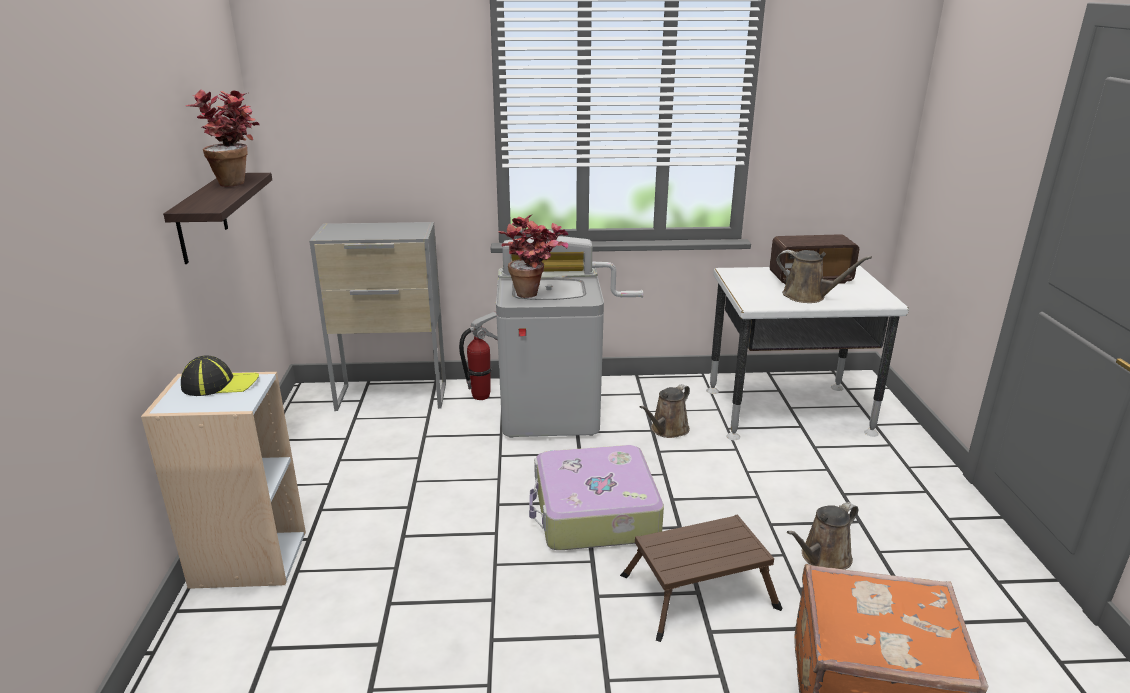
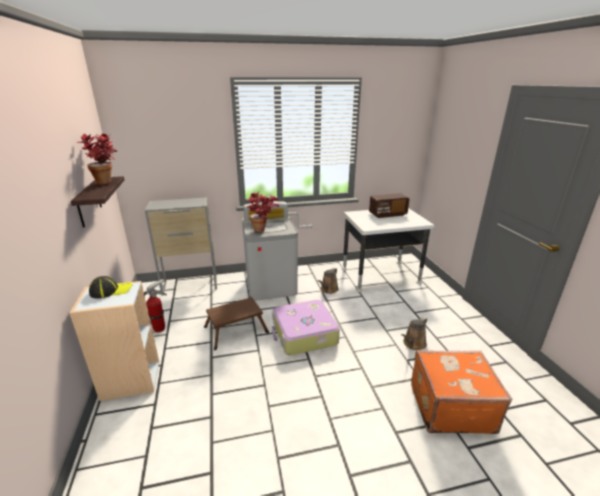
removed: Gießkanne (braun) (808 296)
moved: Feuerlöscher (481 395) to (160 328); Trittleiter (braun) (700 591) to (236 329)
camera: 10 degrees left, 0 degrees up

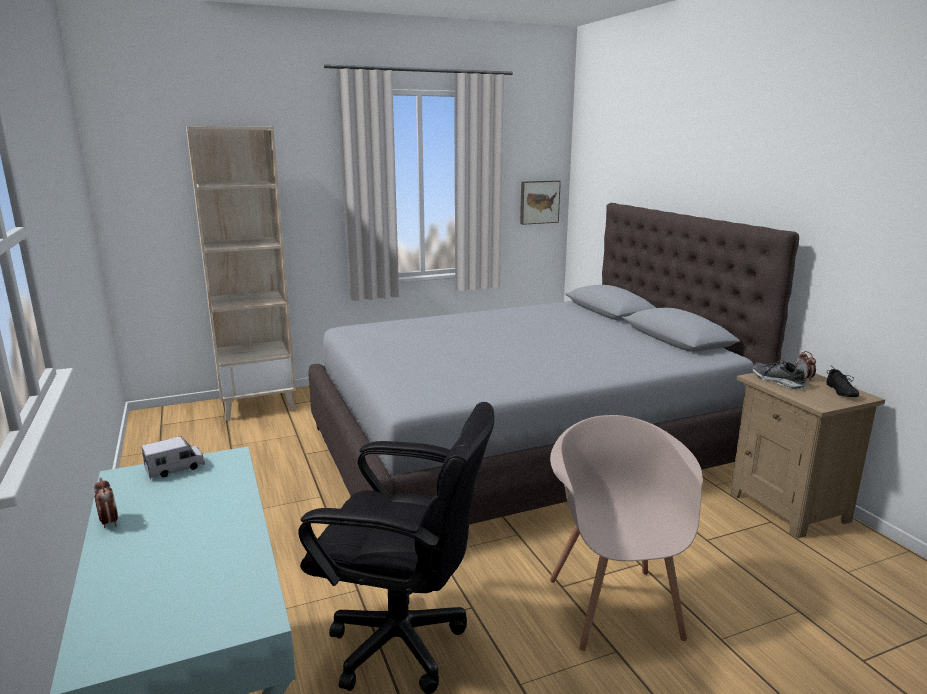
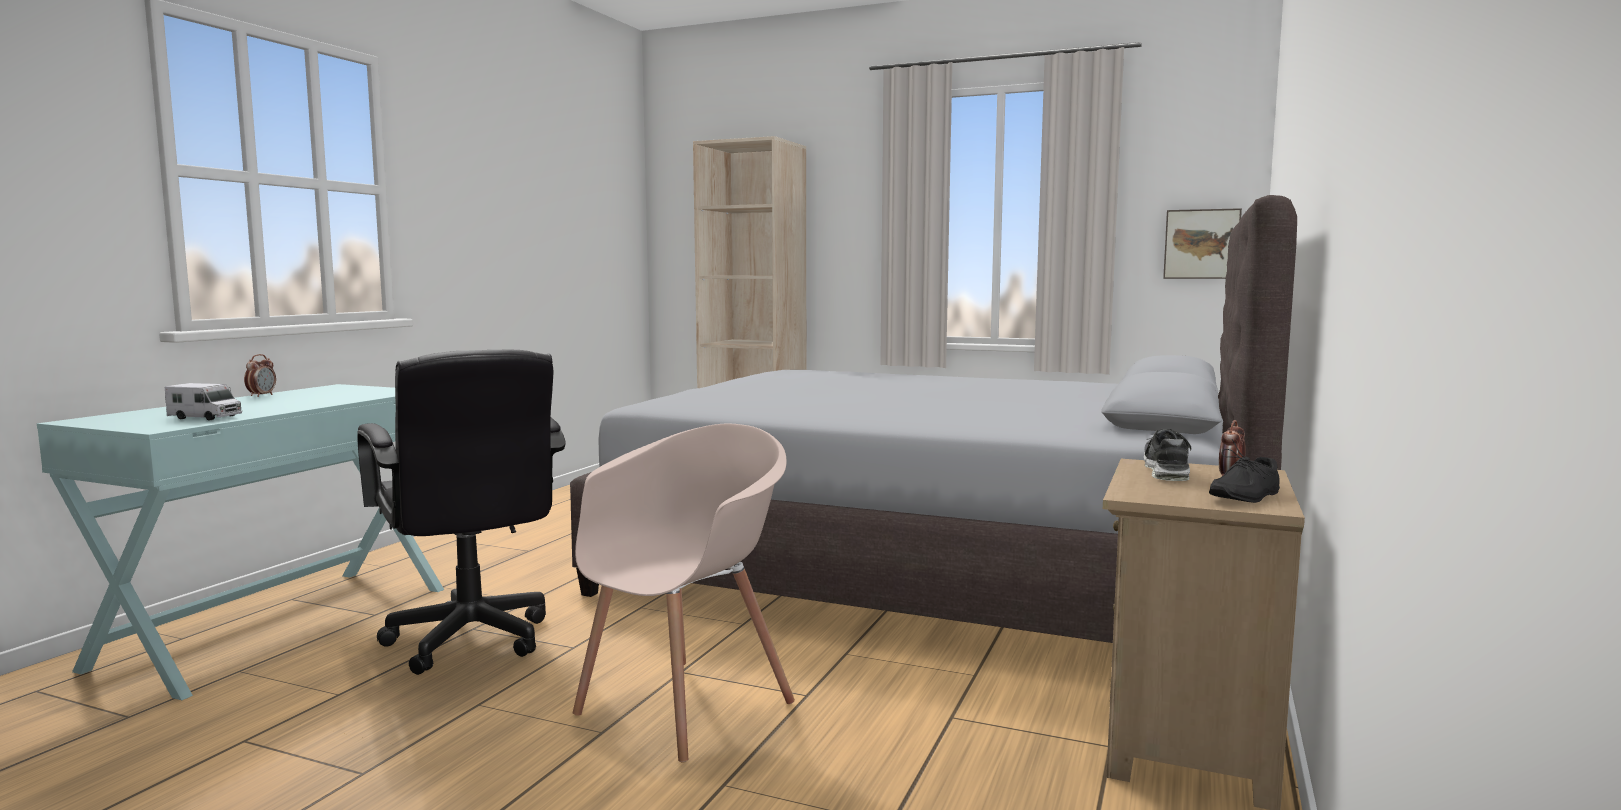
moved: Spielzeuglaster (175 468) to (205 417)
camera: 45 degrees right, 10 degrees down

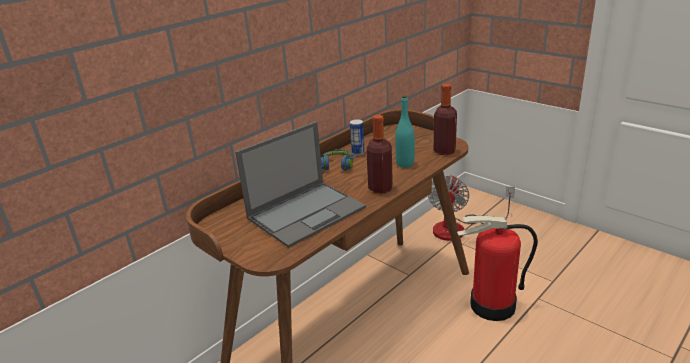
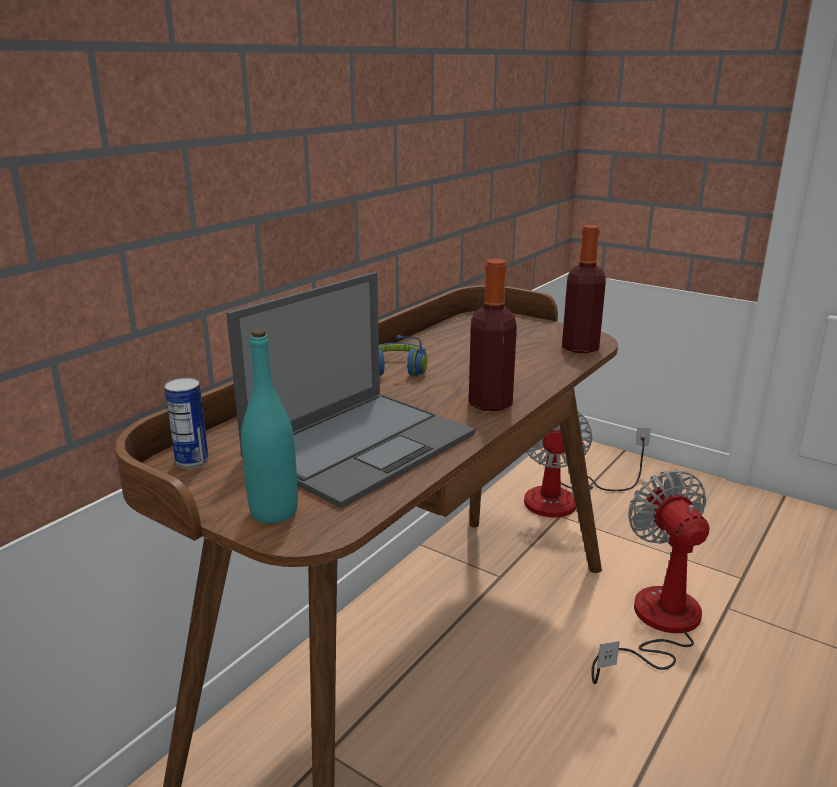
moved: Dose (358 153) to (192 462); Flasche (türkis) (405 164) to (274 512)
replaced: Feuerlöscher (492 306) to Ventilator (656 624)
camera: 10 degrees left, 5 degrees down

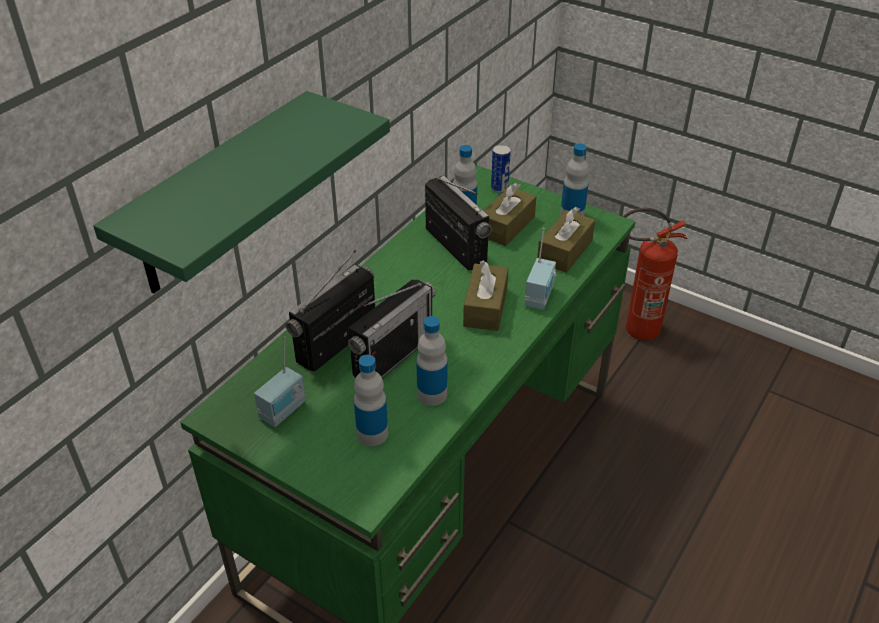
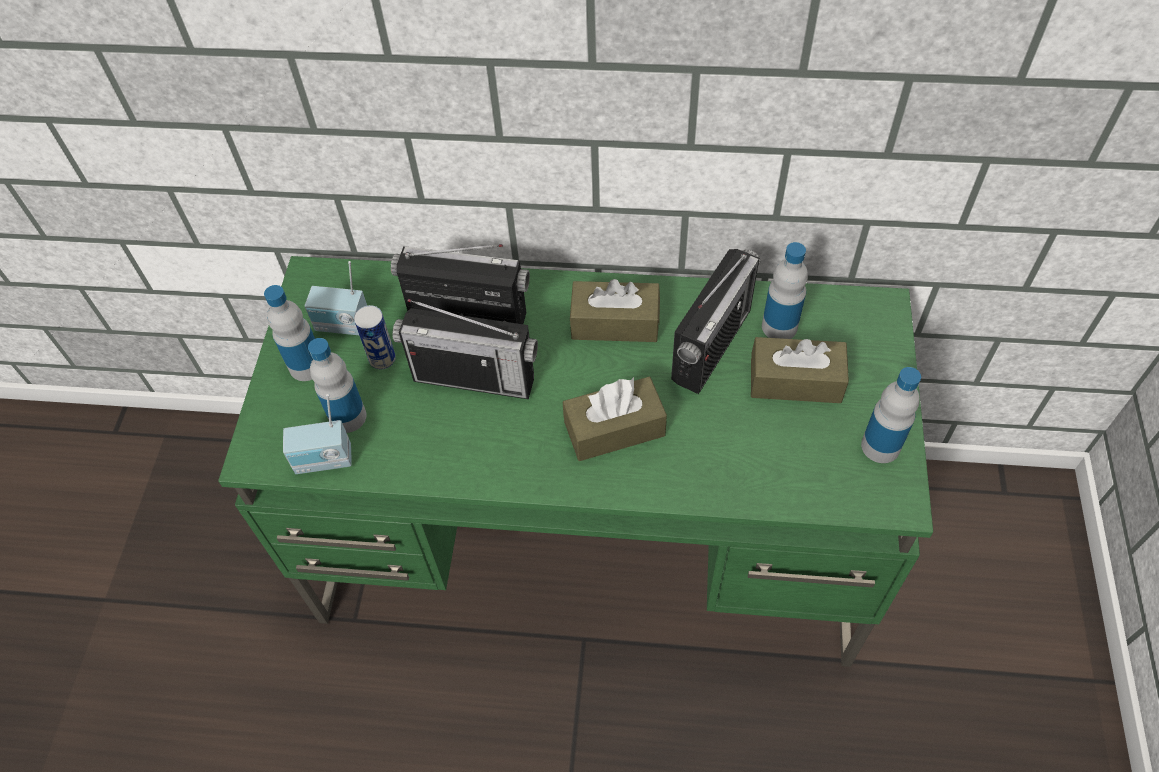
removed: Wandregal (grün) (219 195); Feuerlöscher (634 330)
moved: Flasche (432 394) to (307 366); Dose (499 188) to (382 359); Radio (540 297) to (324 462); Taschentuchbox (braun) (565 251) to (615 323)
camera: 65 degrees right, 15 degrees up

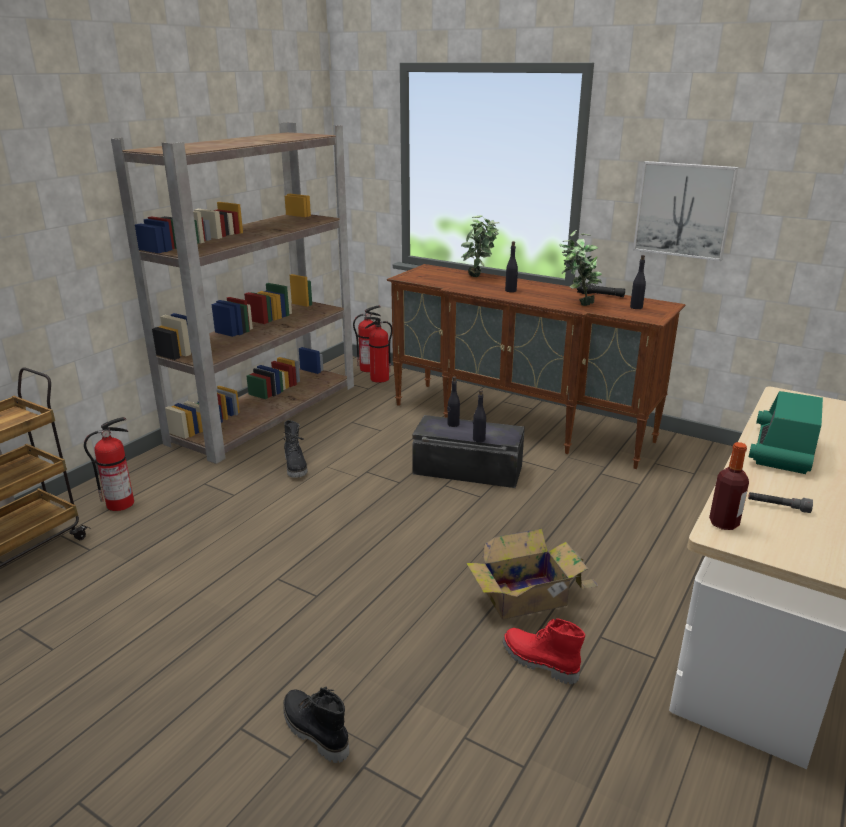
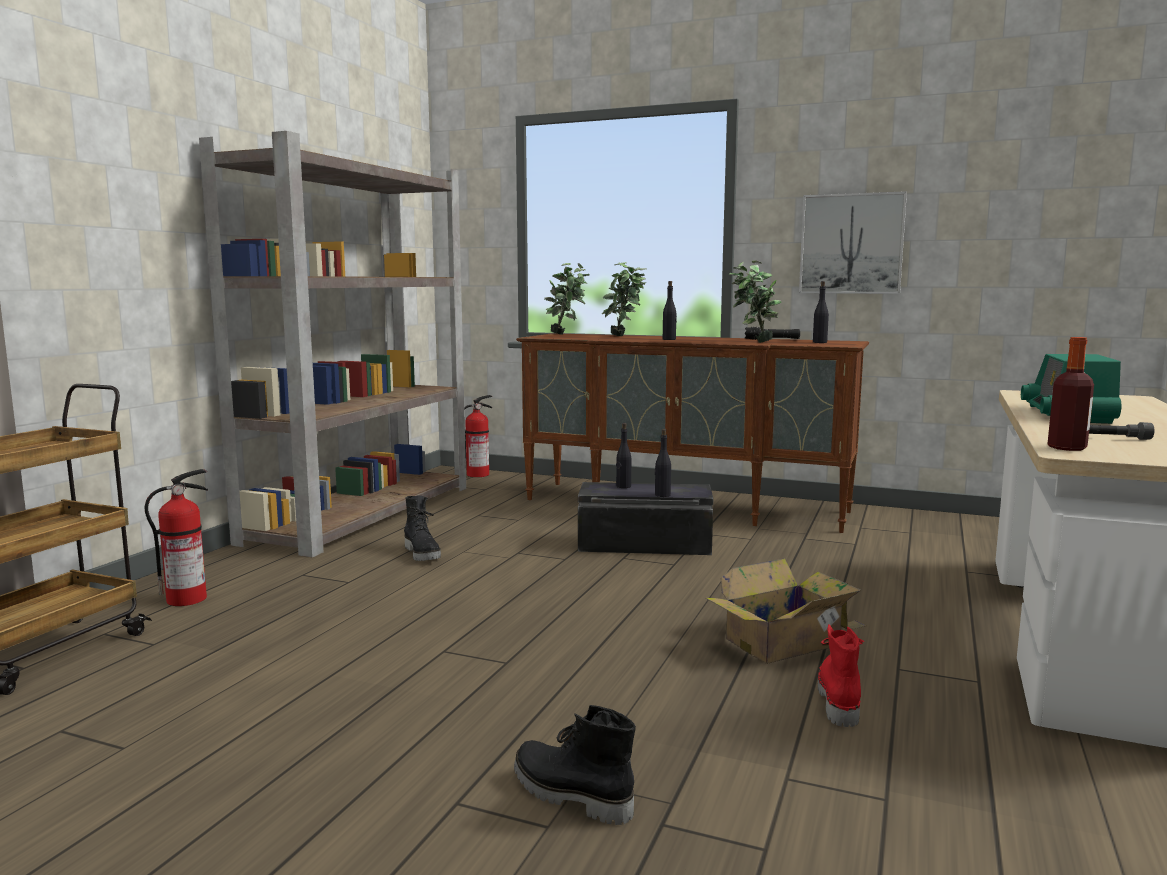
removed: Feuerlöscher (379 379)
added: Topfpflanze (566 334)
turned: Stiefel (rot) (538 662) = (838 698) 75 degrees clockwise
camera: 10 degrees left, 15 degrees down

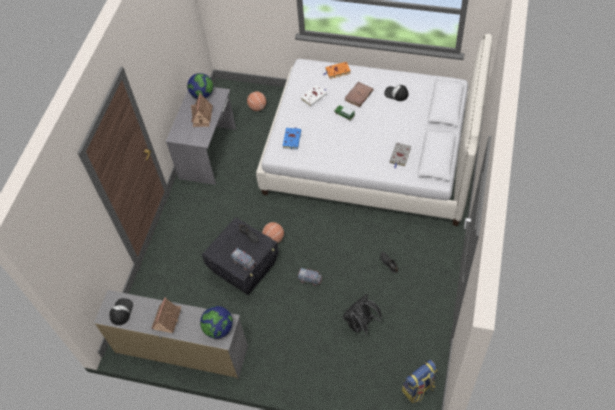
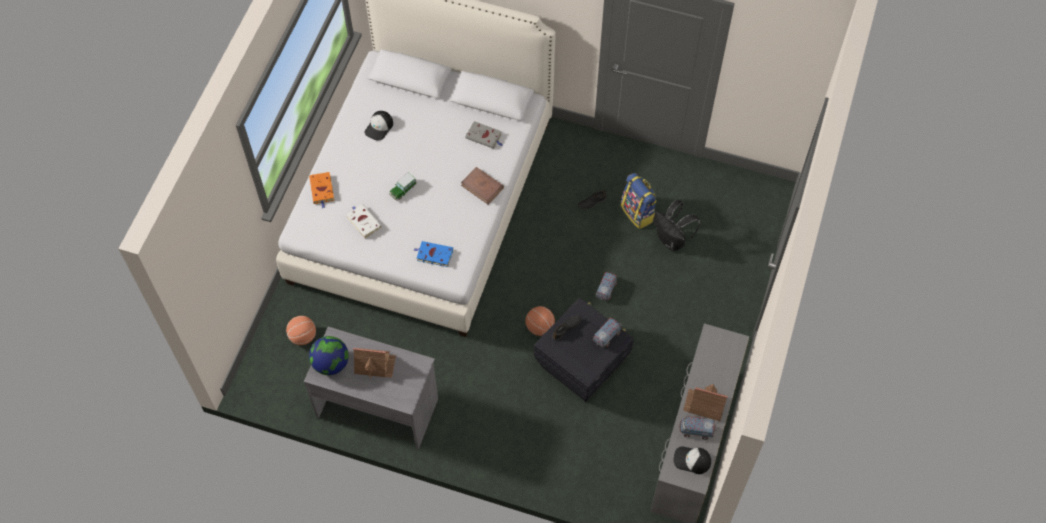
removed: Globus (219 328)
added: Spielzeuglaster (696 430)
moved: Buch (braun) (358 96) to (482 187); Rucksack (418 389) to (638 213)
camera: 90 degrees left, 5 degrees up

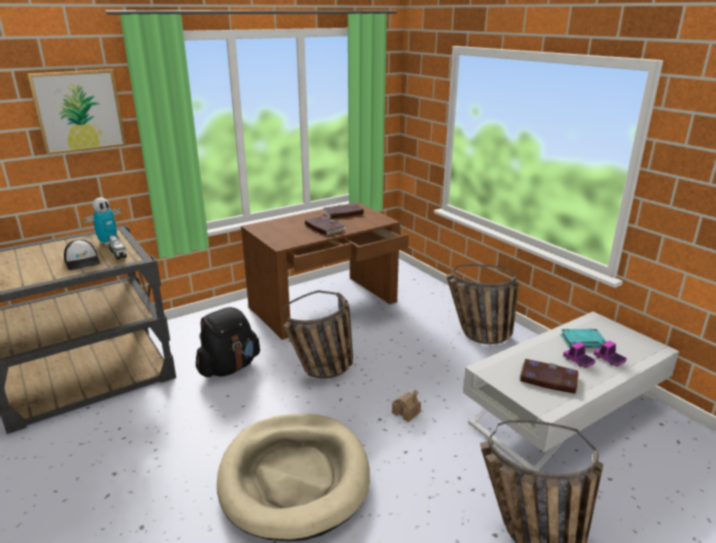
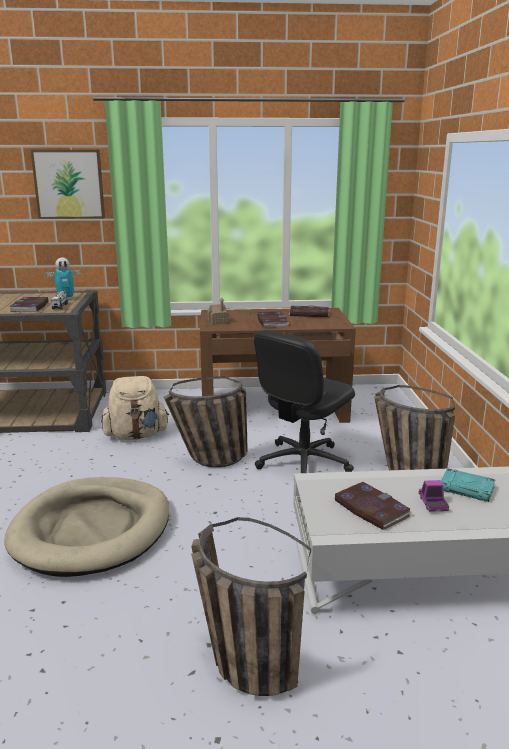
removed: Spielzeuglaster (609 359)
added: Bürostuhl (schwarz) (303 463)
moved: Spielzeughaus (406 412) to (218 321)
replaced: Kappe (83 261) to Buch (30 307)
recoloured: Rucksack (schwarz) (229 367) to Rucksack (beige) (136 435)
camera: 30 degrees right, 5 degrees down

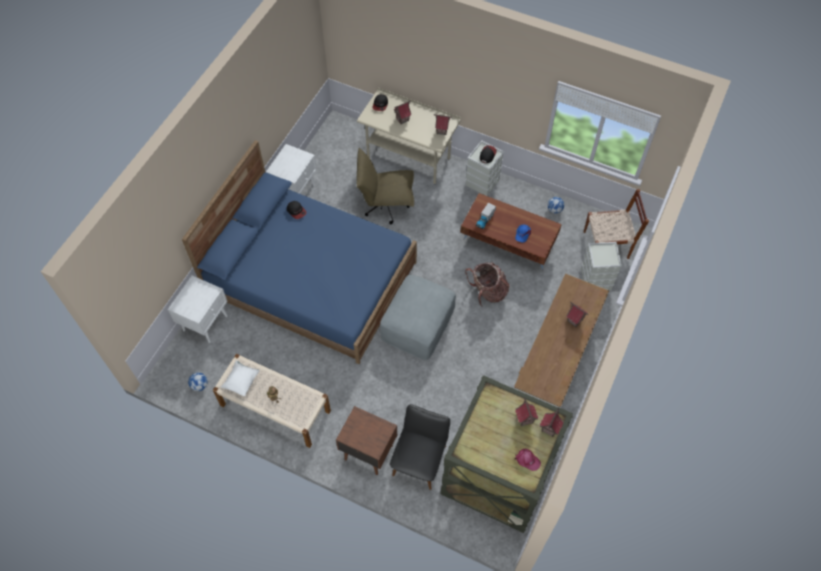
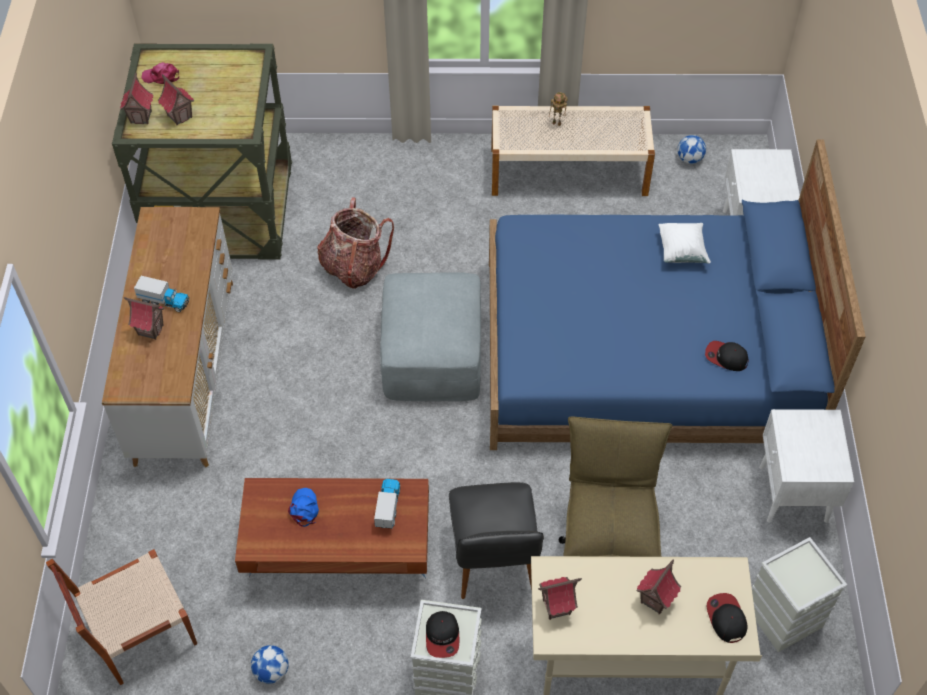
removed: Nachttisch (braun) (368 451)
added: Spielzeuglaster (164 301)
moved: Kissen (weiß) (241 381) to (681 251); Stuhl (schwarz) (419 460) to (493 557); Rucksack (488 292) to (354 267); Aufbewahrungsbox (grau) (596 280) to (782 616)
turned: Bürostuhl (beige) (386 206) = (607 536) 60 degrees counterclockwise
camera: 155 degrees right, 5 degrees down

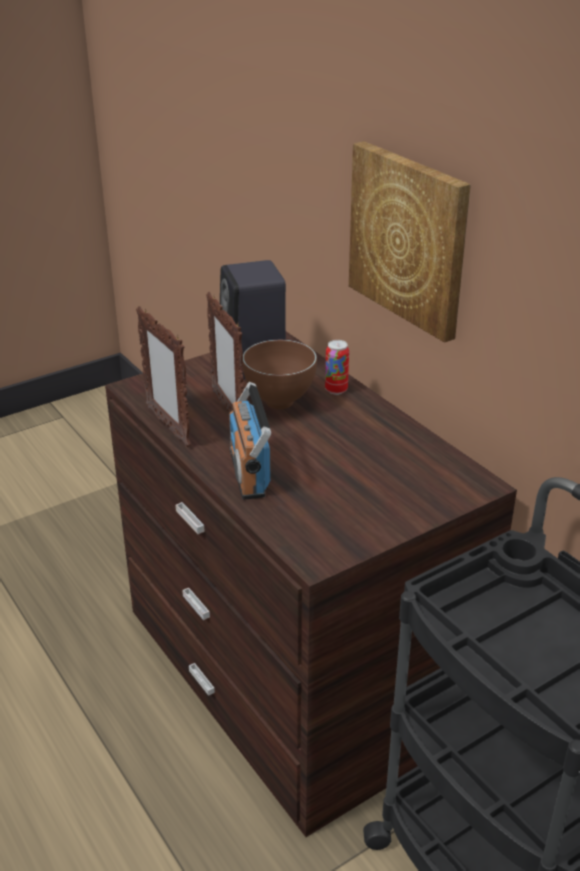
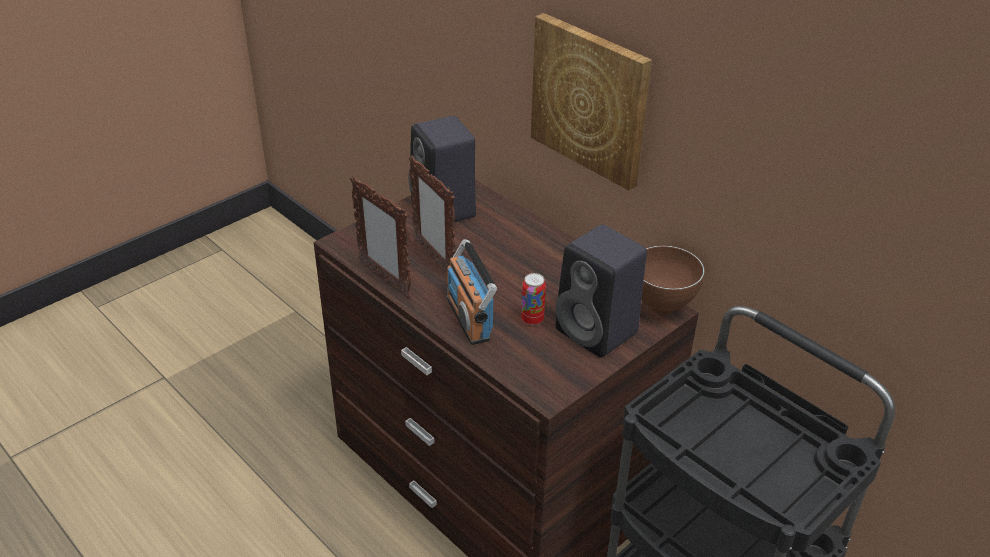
added: Lautsprecher (schwarz) (599 332)
moved: Schüssel (braun) (278 404) to (660 307); Dose (336 390) to (532 319)
camera: 10 degrees left, 5 degrees up

